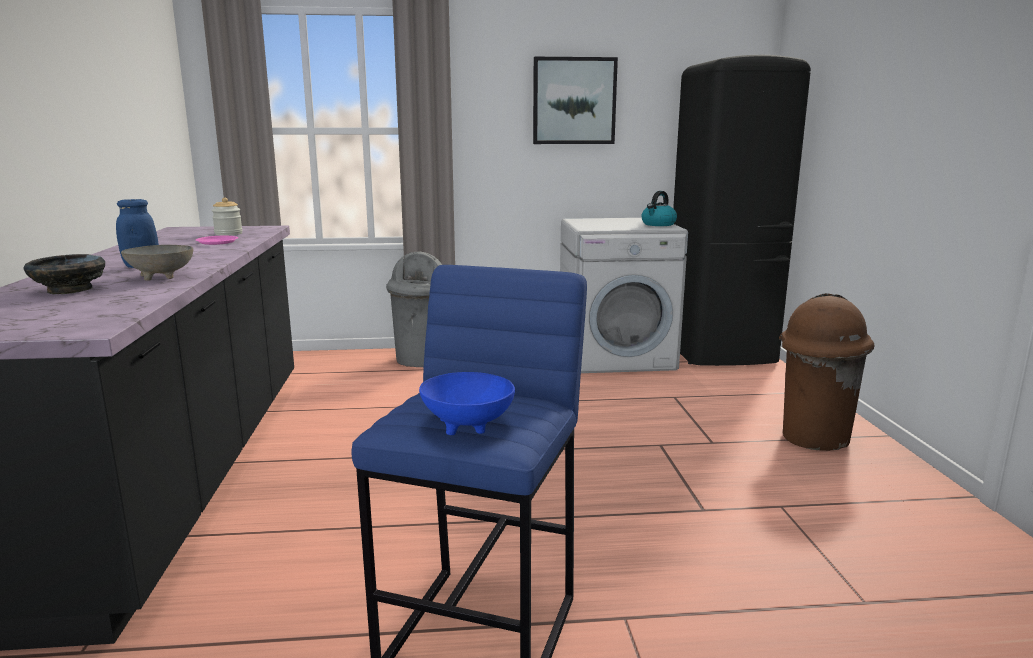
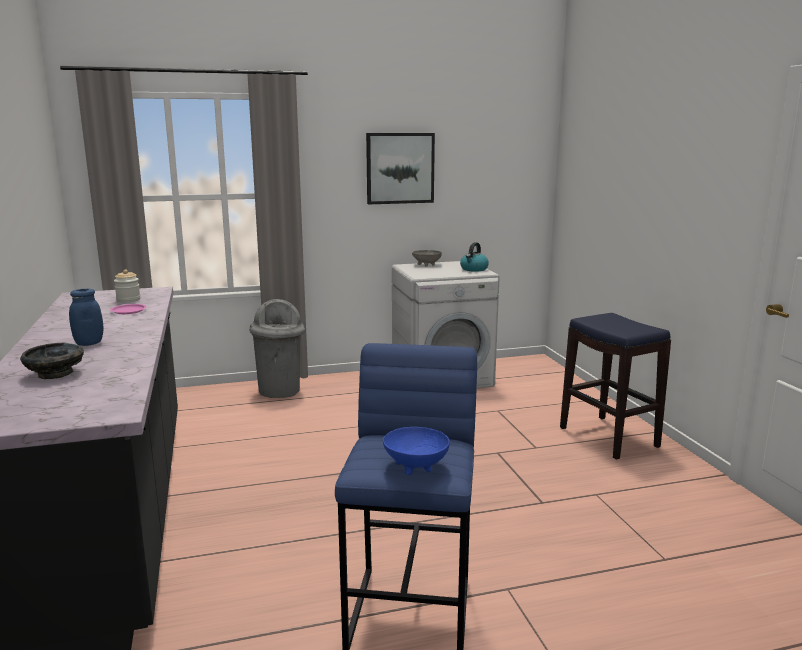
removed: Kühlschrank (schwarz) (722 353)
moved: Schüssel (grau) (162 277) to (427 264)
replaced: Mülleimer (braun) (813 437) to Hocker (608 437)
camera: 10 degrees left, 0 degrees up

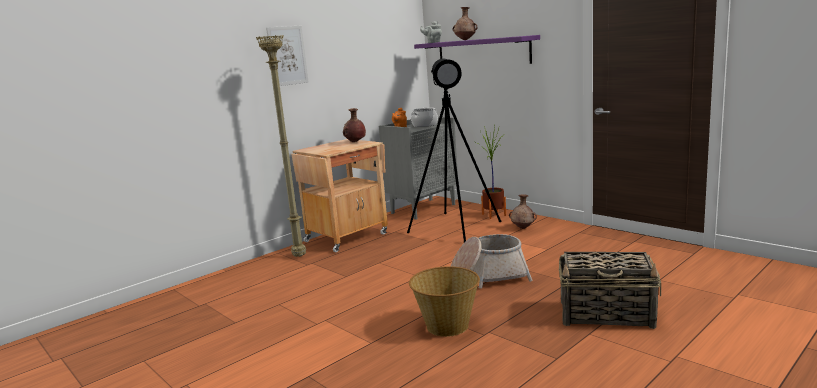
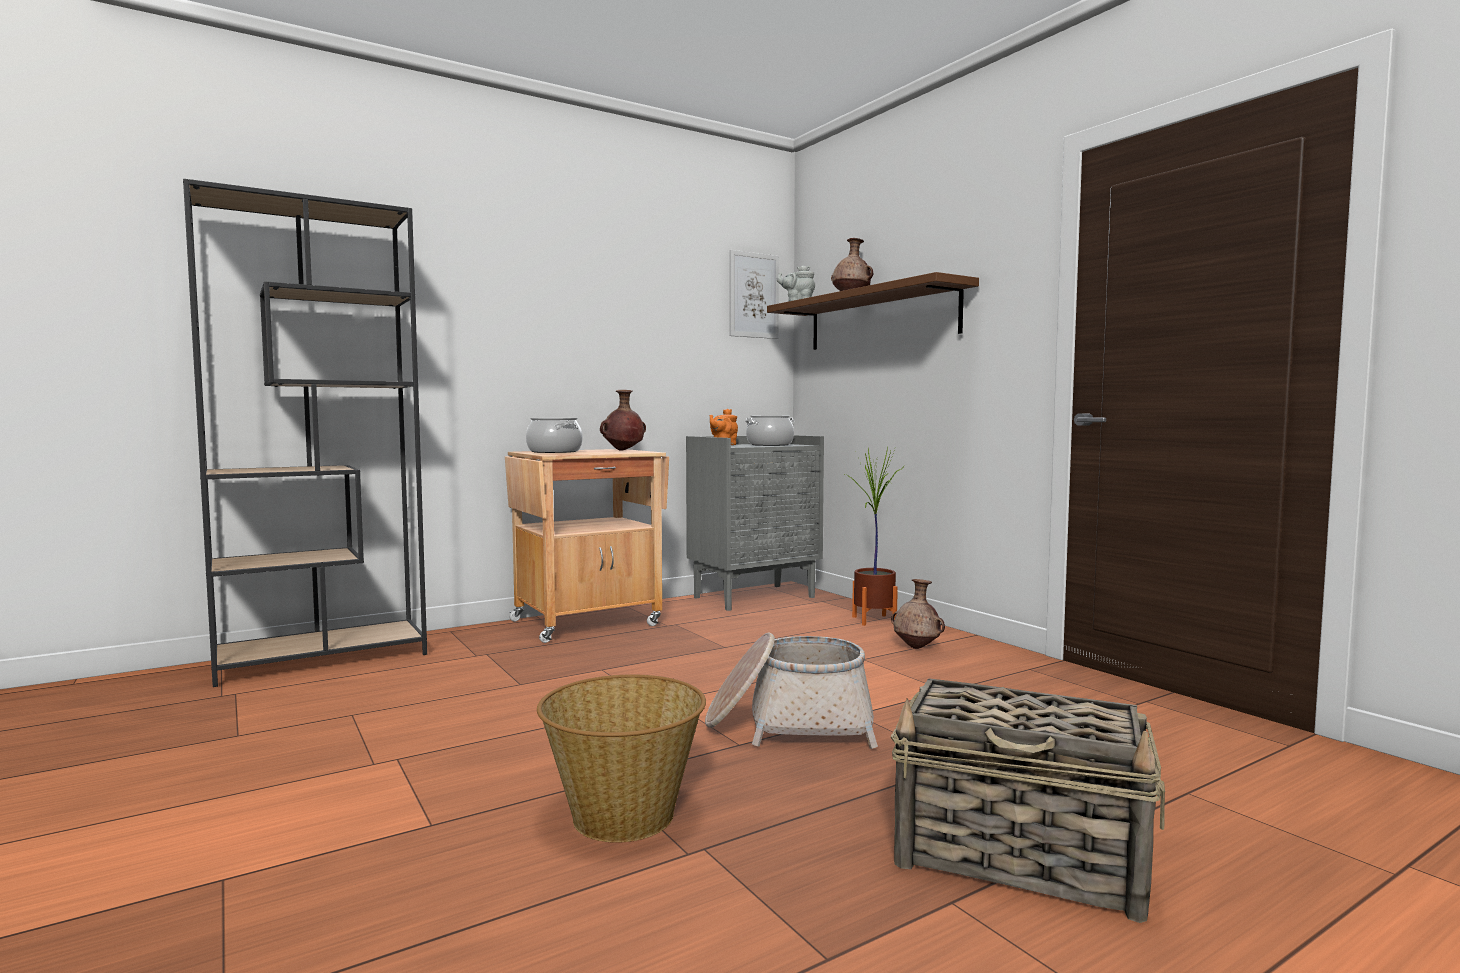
removed: Stehlampe (beige) (300 256); Stehlampe (schwarz) (454 227)
added: Bücherregal (323 658); Kochtopf (554 451)
moved: Bild (287 55) to (753 295)
recoloured: Wandregal (lila) (482 52) to Wandregal (braun) (880 319)
camera: 10 degrees right, 10 degrees down

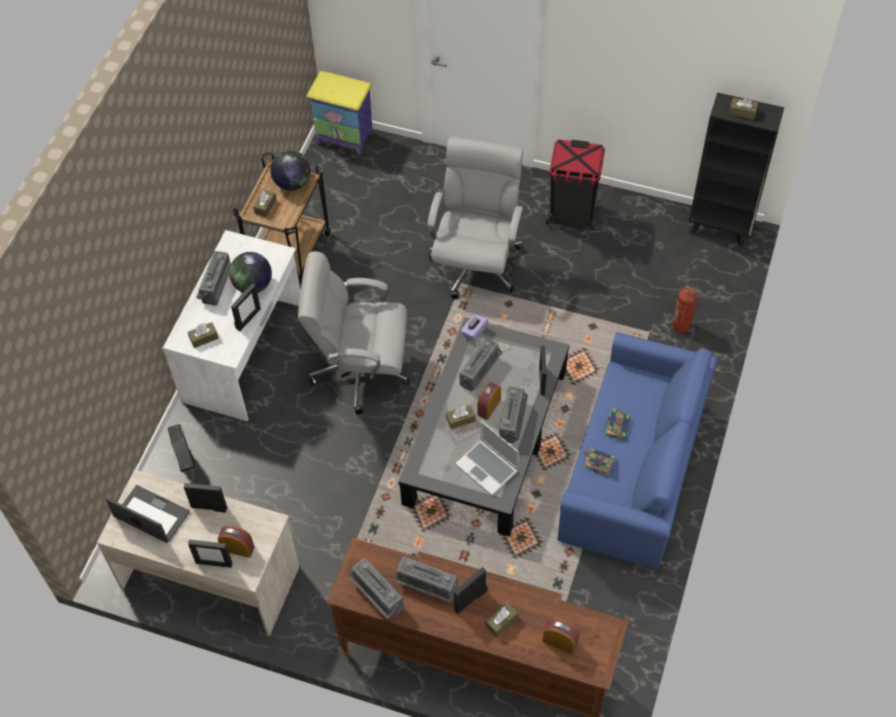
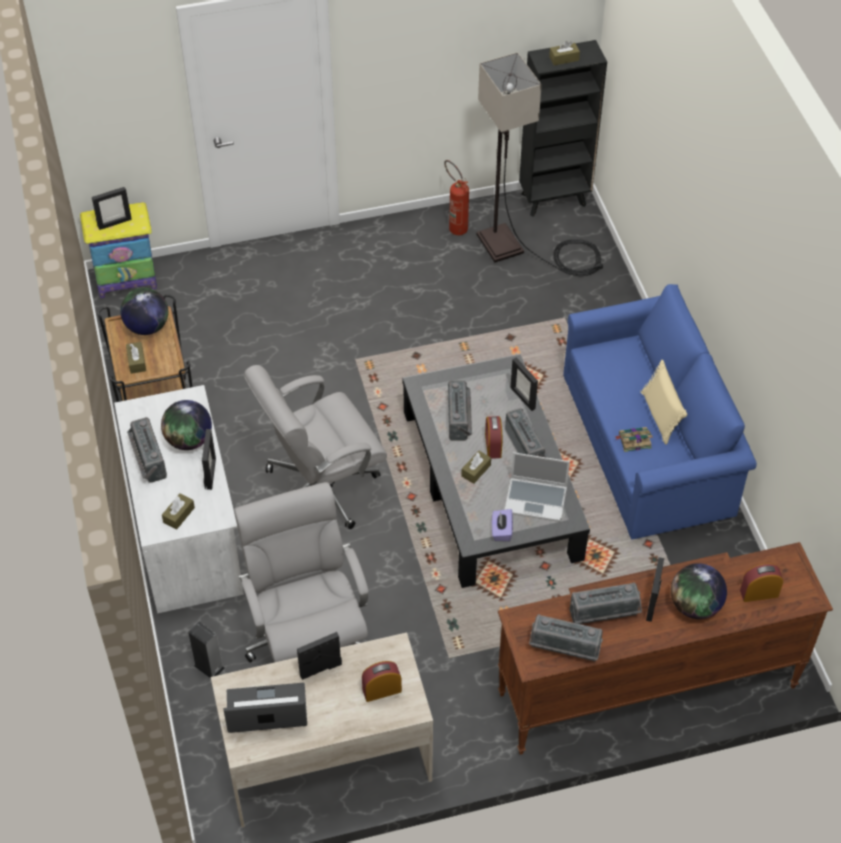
removed: Mülleimer (schwarz) (572 215); Buch (617 426)
added: Stehlampe (541 253); Kissen (beige) (661 416)
moved: Bilderrahmen (214 562) to (114 222); Bürostuhl (grau) (476 264) to (307 639); Taschentuchbox (lila) (474 332) to (501 531); Feuerlöscher (680 322) to (455 226)
replaced: Taschentuchbox (braun) (501 622) to Globus (695 606)
camera: 35 degrees left, 5 degrees down

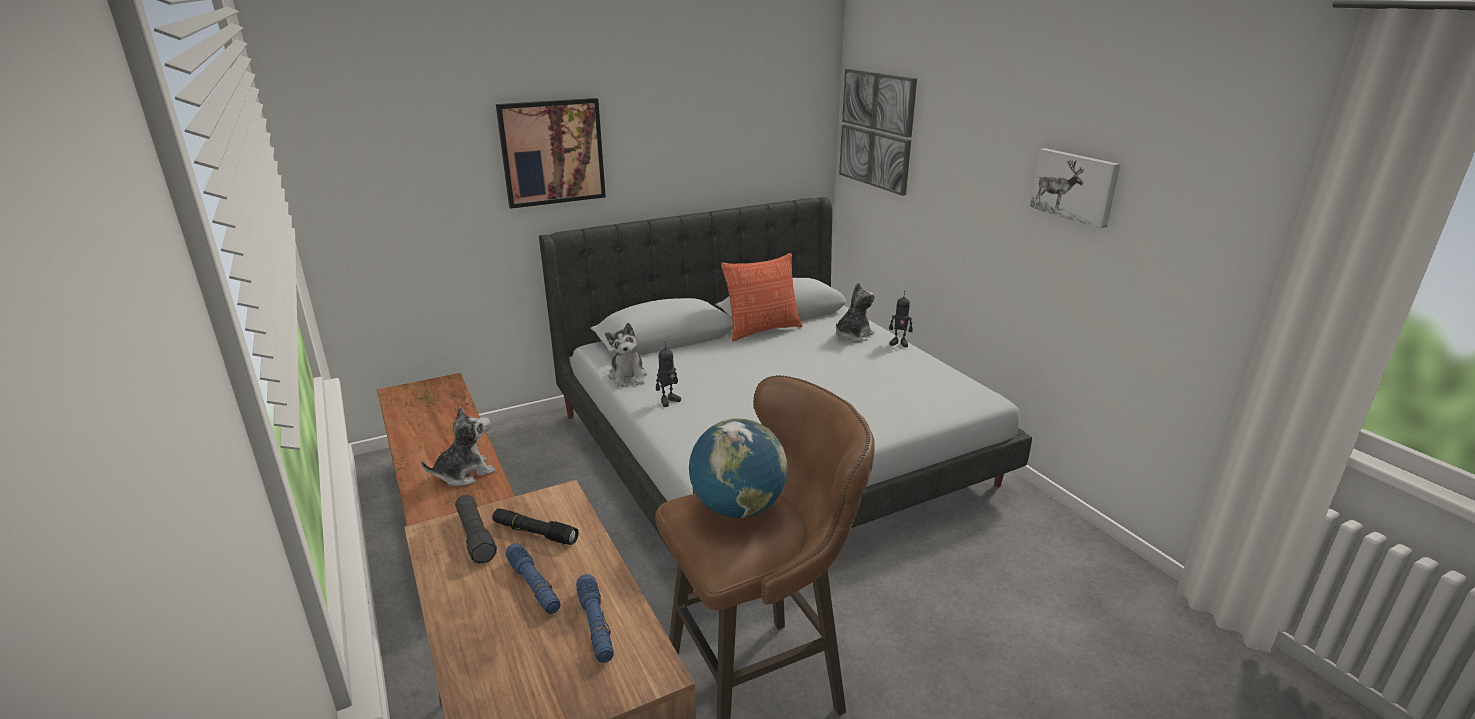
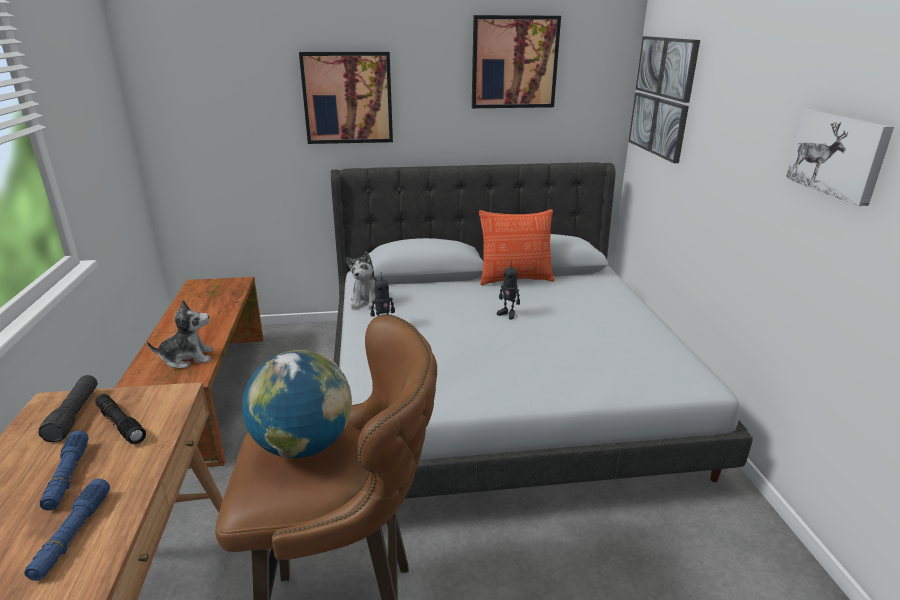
removed: Plüschtier (853 335)
added: Bild (514 62)
moved: Spielzeugroboter (899 343) to (508 314)
camera: 20 degrees right, 0 degrees up

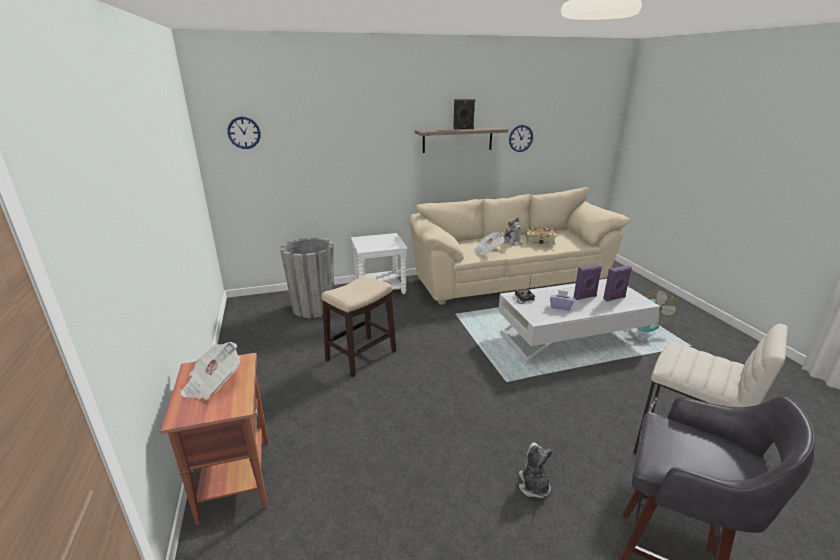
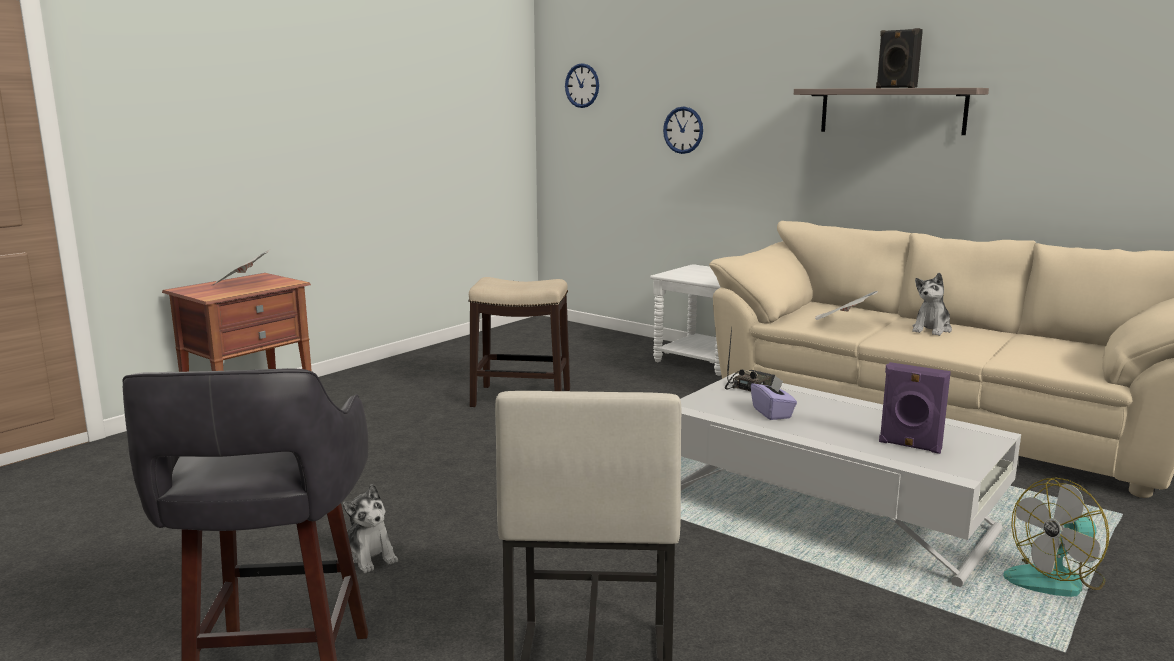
removed: Pflanzkübel (grau) (313 308); Buch (540 241); Lautsprecher (lila) (585 297)
moved: Wanduhr (520 138) to (683 130)
turned: Plüschtier (533 486) = (369 556) 90 degrees clockwise
camera: 55 degrees right, 10 degrees down

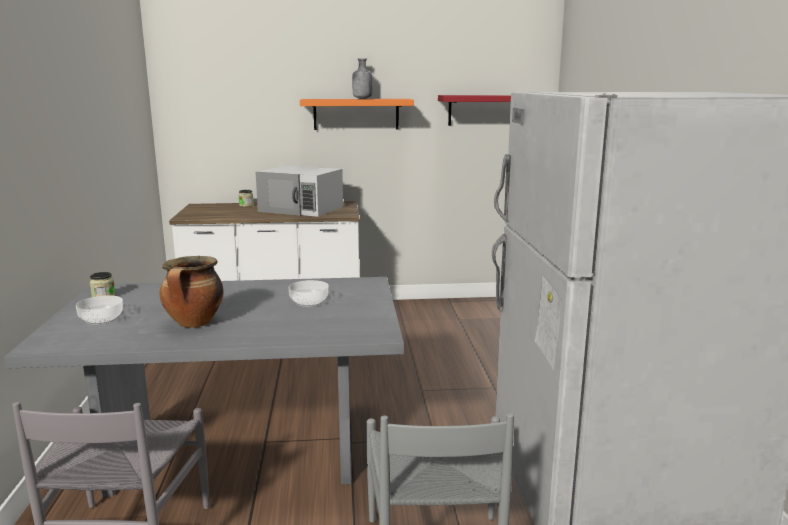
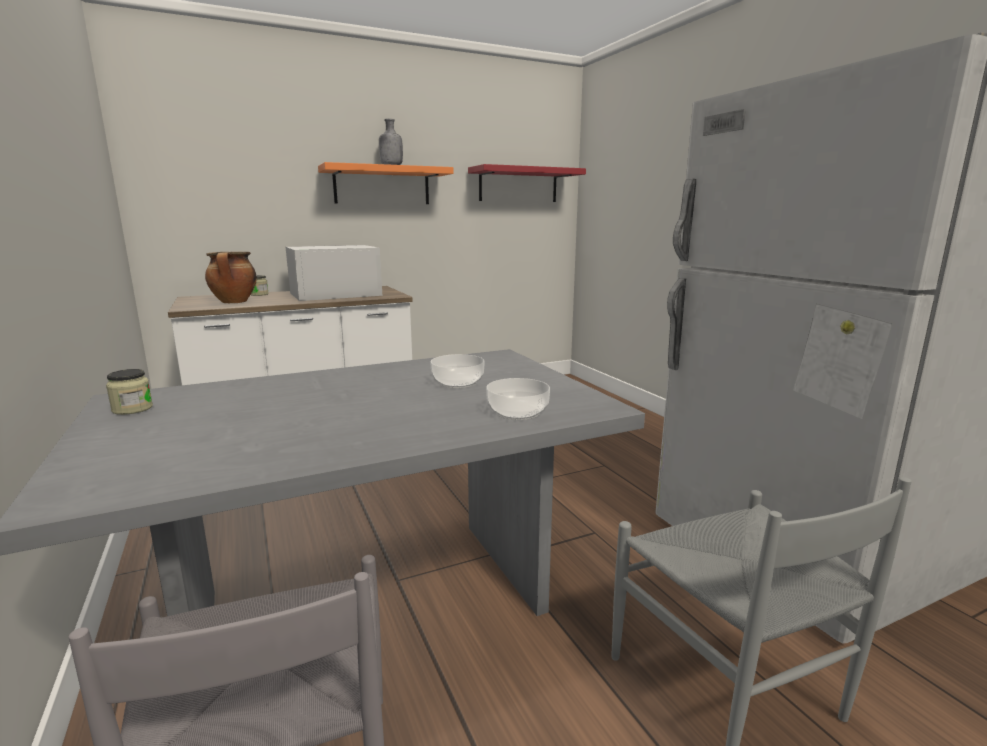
moved: Schüssel (102 319) to (518 412); Kochtopf (194 323) to (234 302)
turned: Mikrowelle (weiß) (301 209) = (334 294) 150 degrees clockwise
camera: 20 degrees left, 0 degrees up

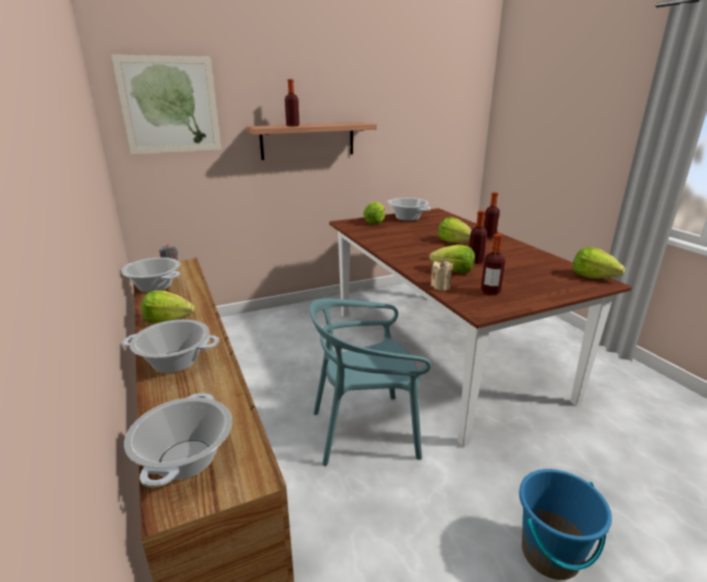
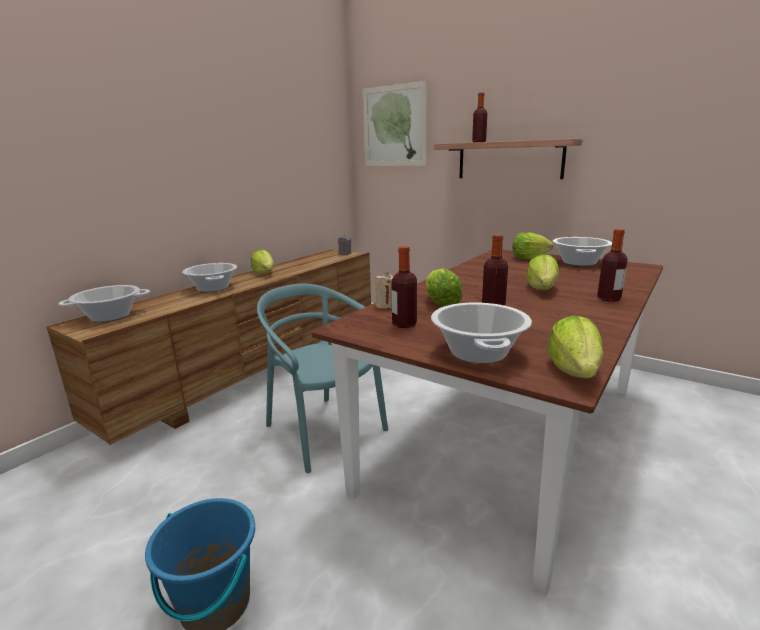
moved: Kochtopf (155 286) to (479 353)
camera: 60 degrees right, 5 degrees down

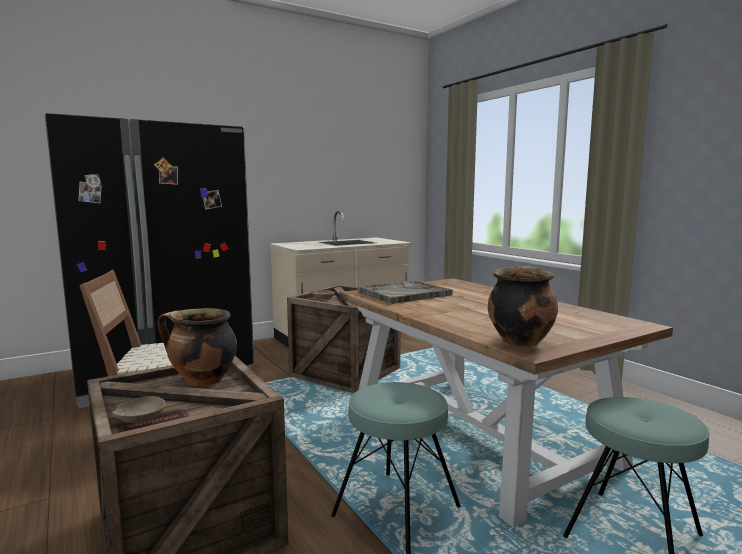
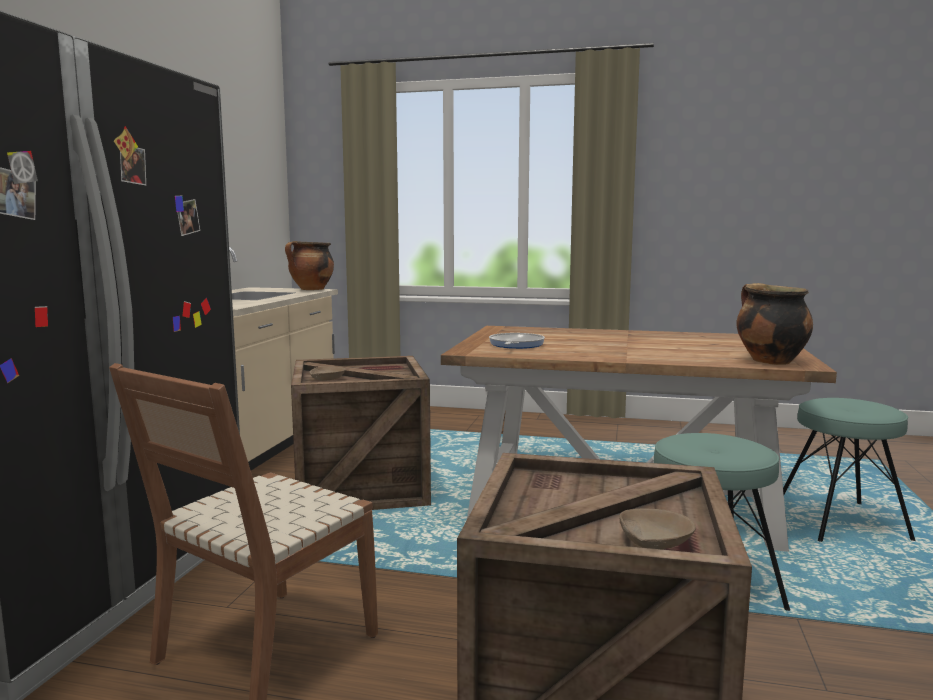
moved: Kochtopf (202 381) to (311 289)
replaced: Tablett (grau) (403 293) to Pfanne (515 345)
camera: 45 degrees left, 0 degrees up

